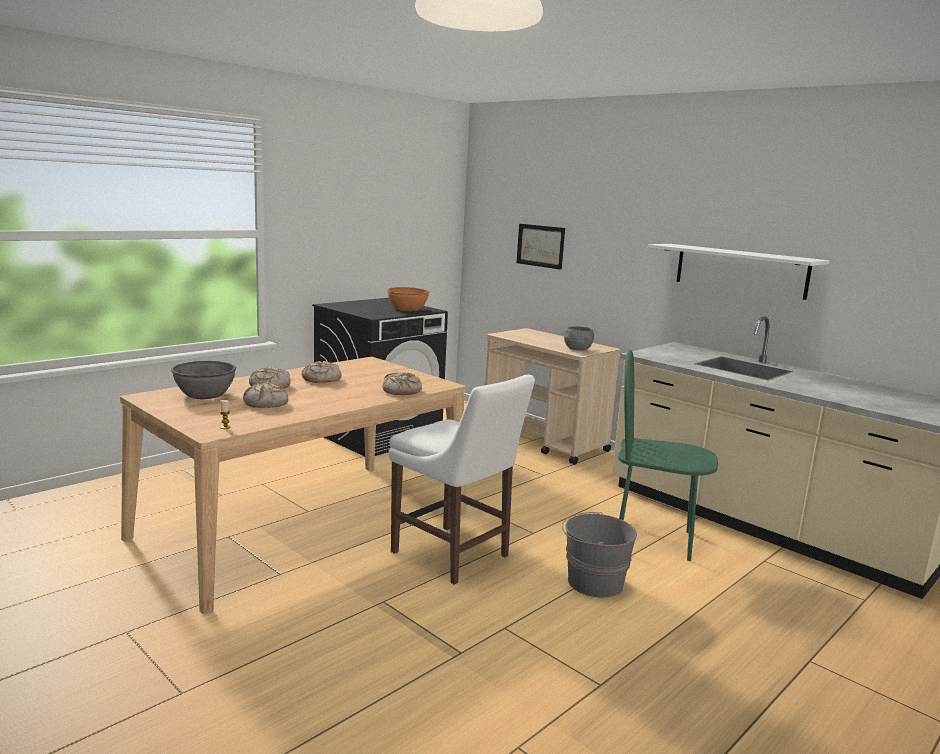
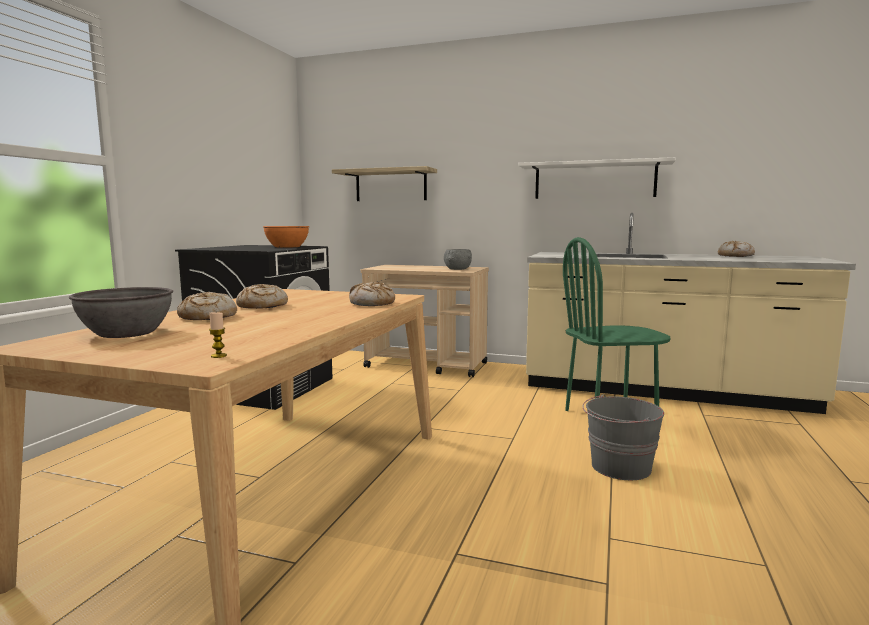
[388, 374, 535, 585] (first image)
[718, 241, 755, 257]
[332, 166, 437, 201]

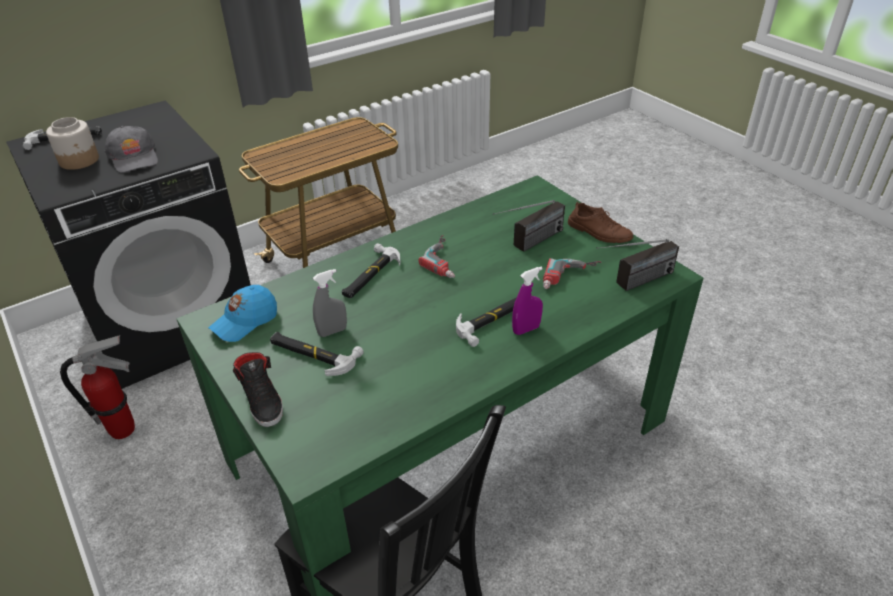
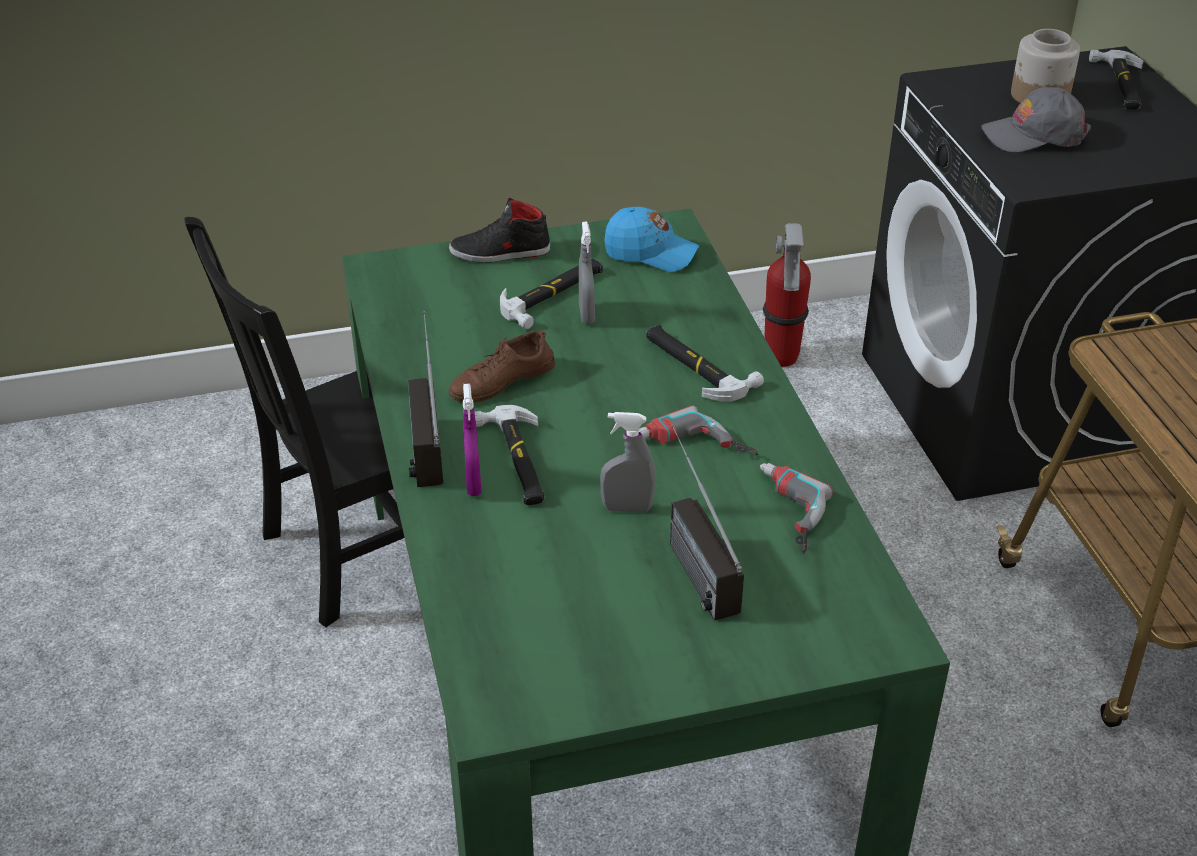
[600, 412, 655, 512]
[760, 463, 833, 554]
[449, 329, 555, 403]
[408, 311, 443, 487]
[604, 207, 700, 272]

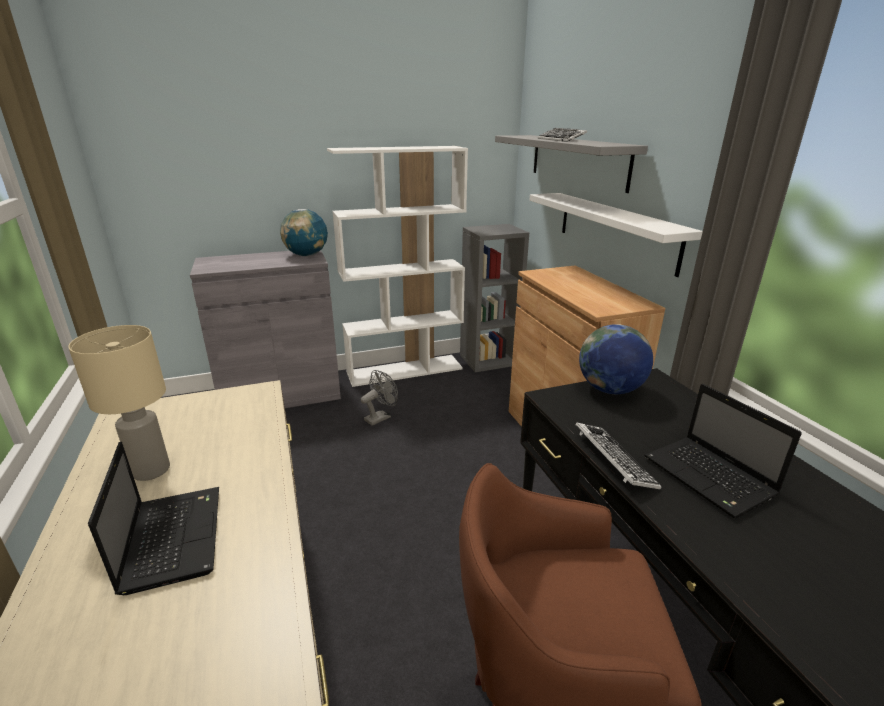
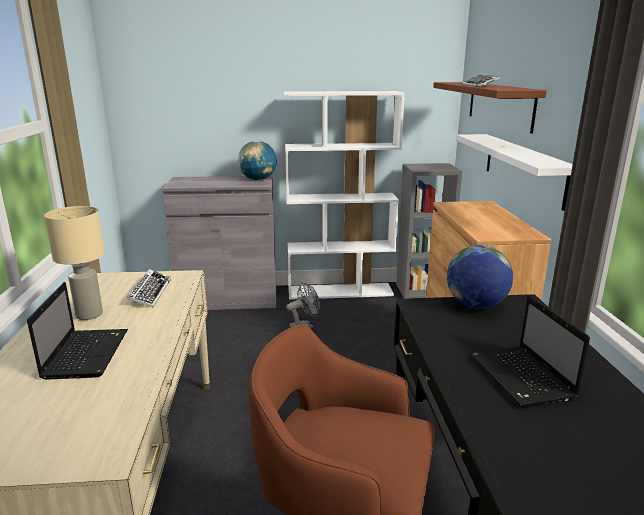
[127, 269, 171, 307]
[433, 82, 547, 133]

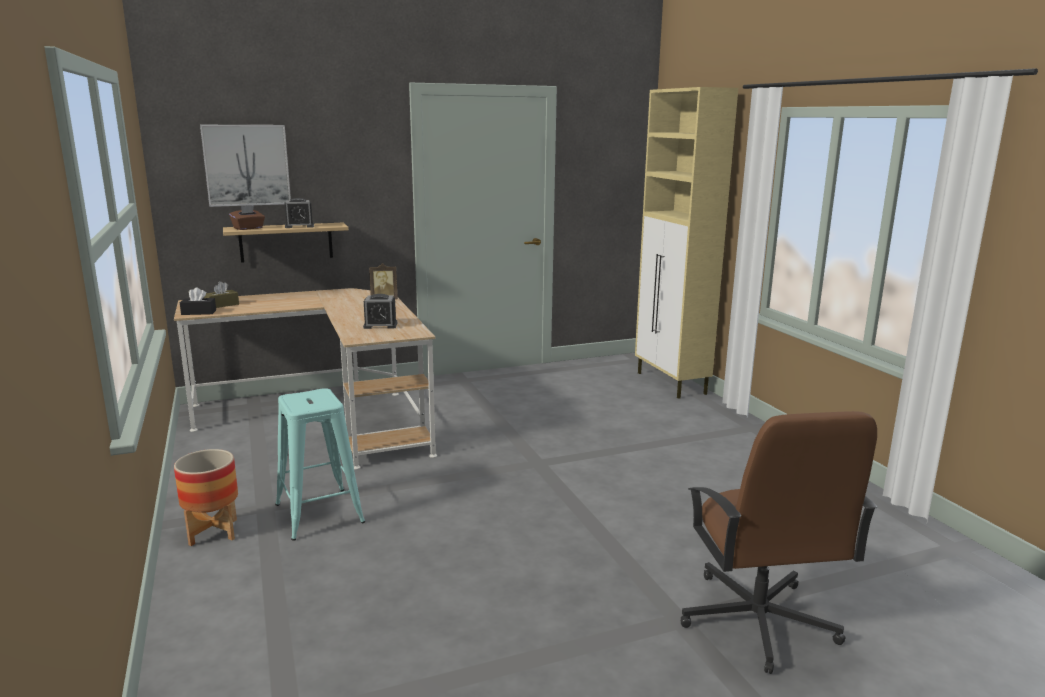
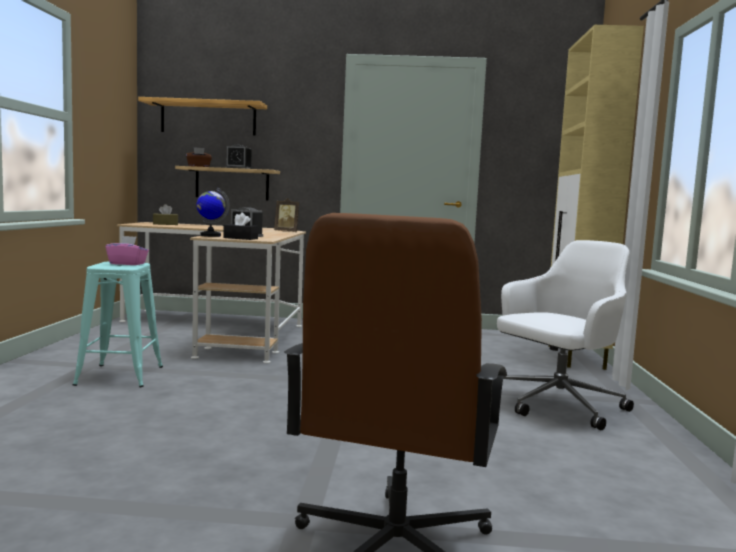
[174, 449, 238, 546] (first image)
[106, 236, 149, 265]
[196, 188, 230, 237]
[497, 240, 634, 430]
[223, 212, 258, 240]
[138, 97, 267, 136]

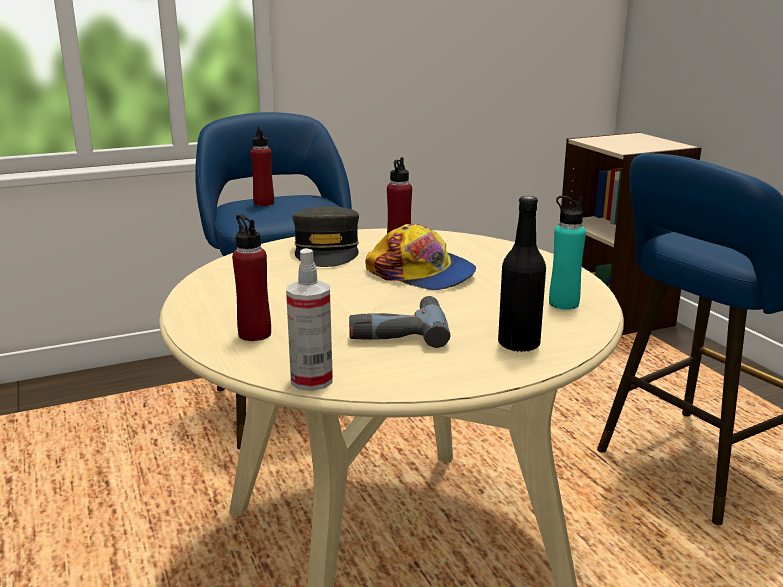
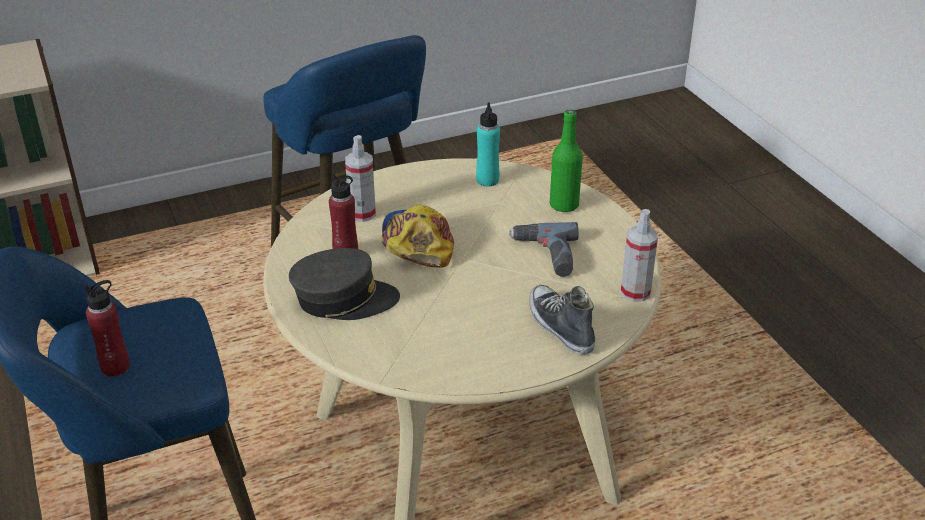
[345, 135, 376, 222]
[529, 285, 595, 355]
[550, 109, 583, 212]
[382, 205, 454, 268]

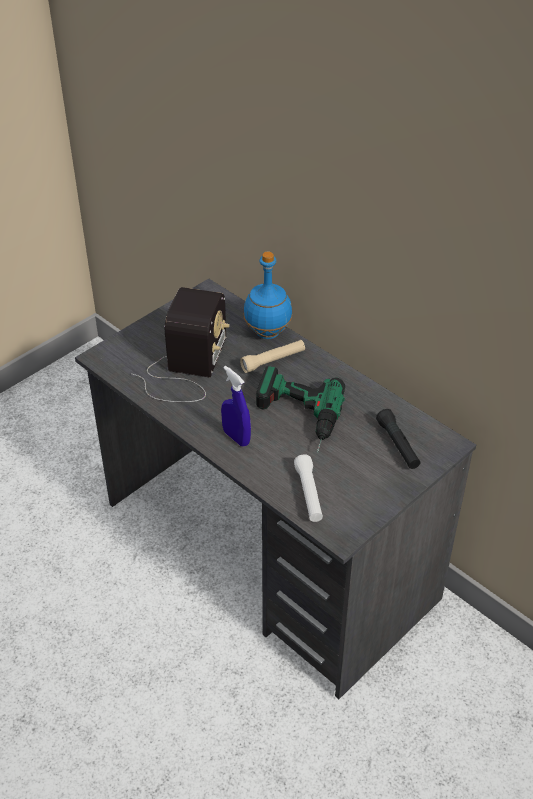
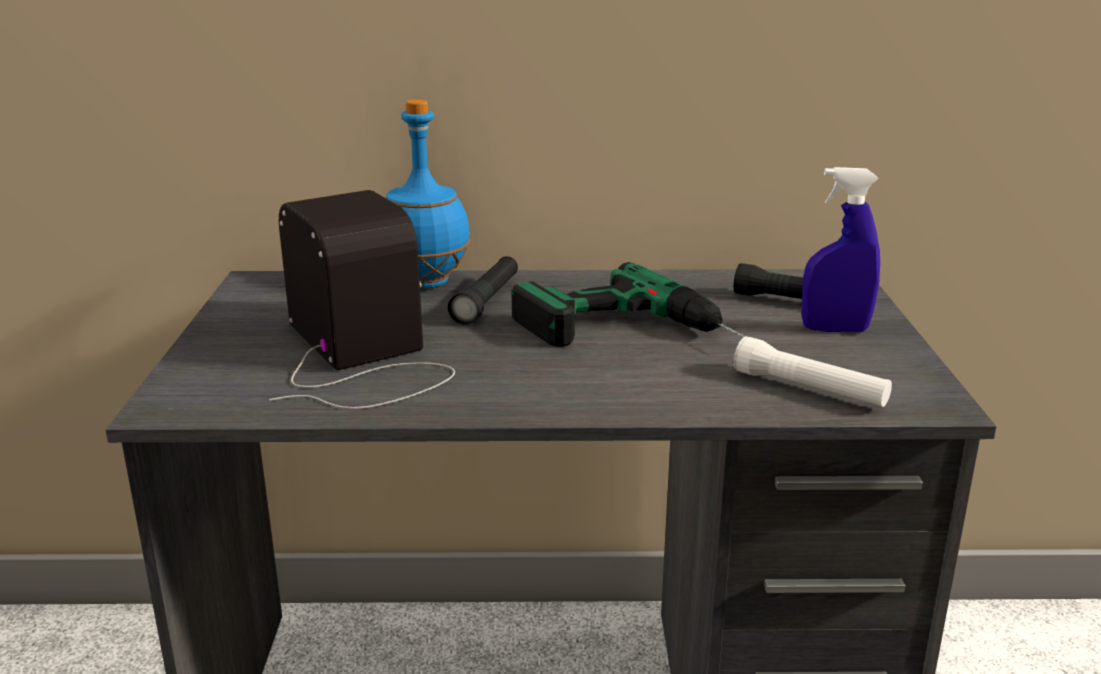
[801, 167, 880, 332]
[448, 256, 518, 325]

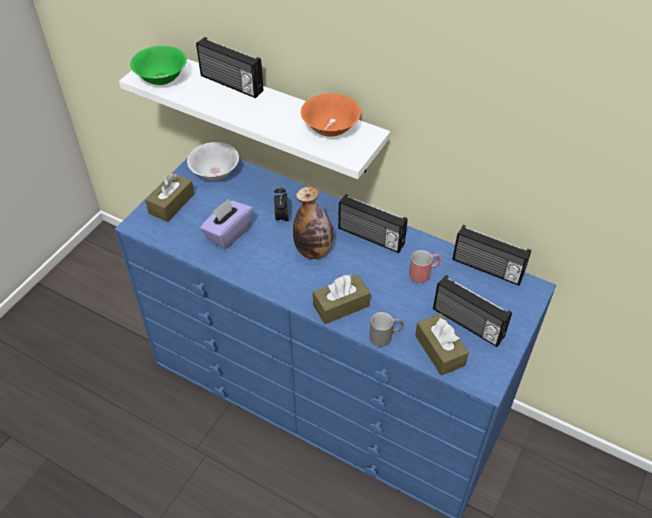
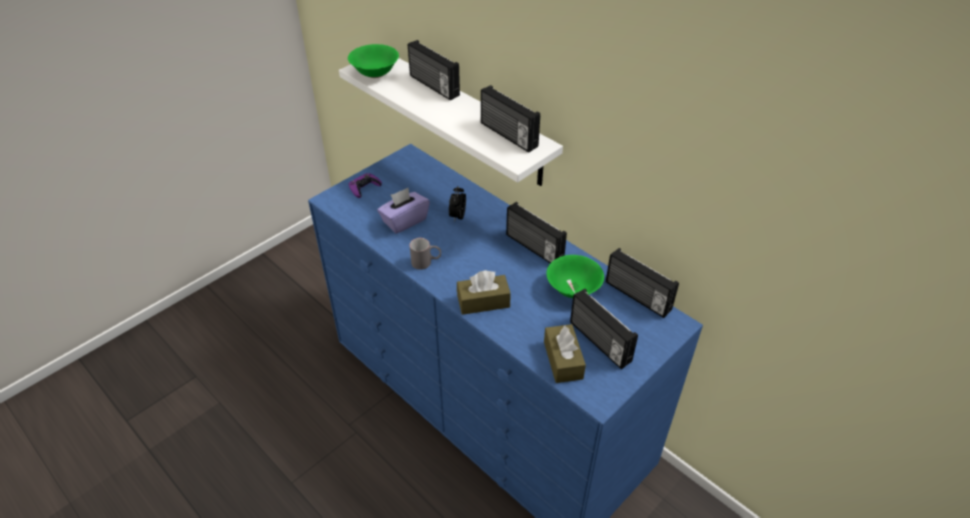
[187, 142, 239, 180] (first image)
[293, 186, 333, 259] (first image)
[410, 238, 441, 270]
[348, 173, 382, 198]
[481, 85, 540, 153]
[546, 255, 604, 298]

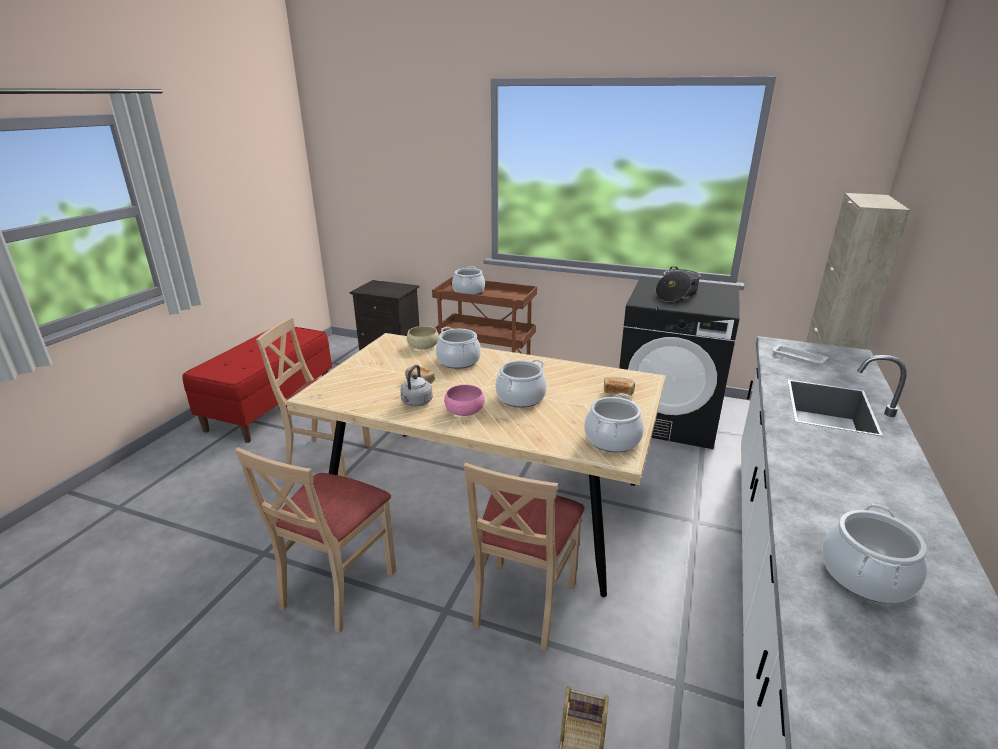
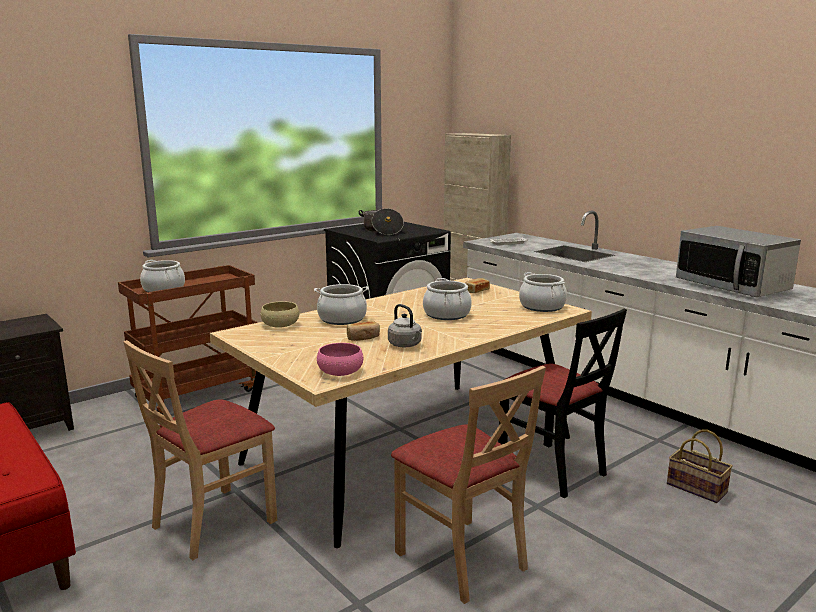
[317, 343, 363, 376]
[676, 226, 801, 297]
[498, 308, 627, 498]

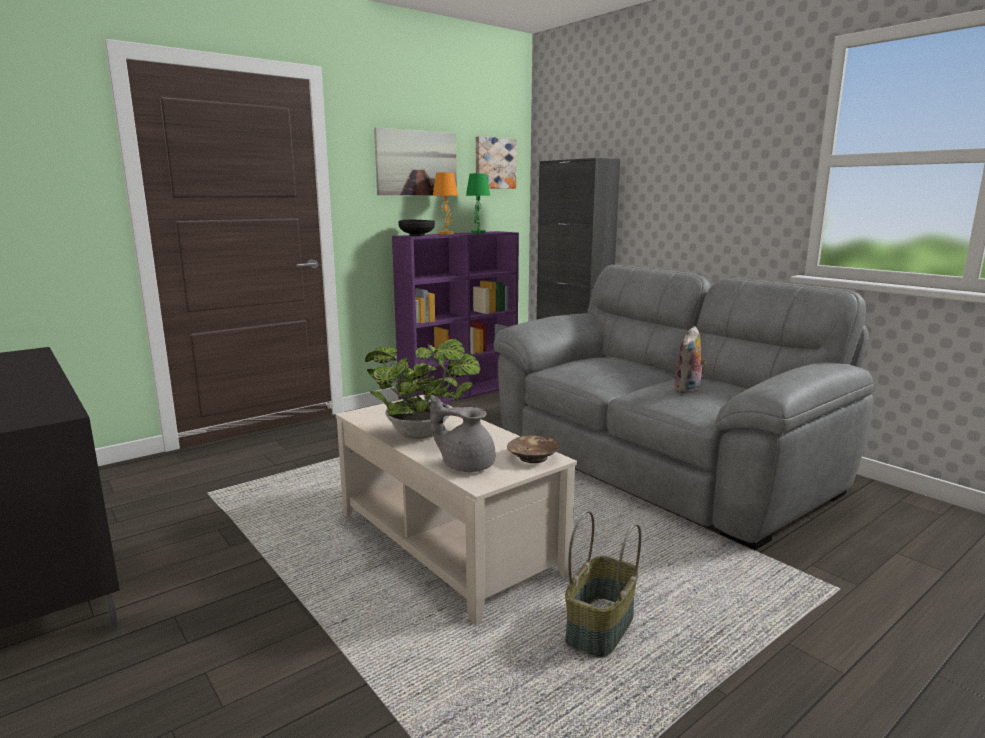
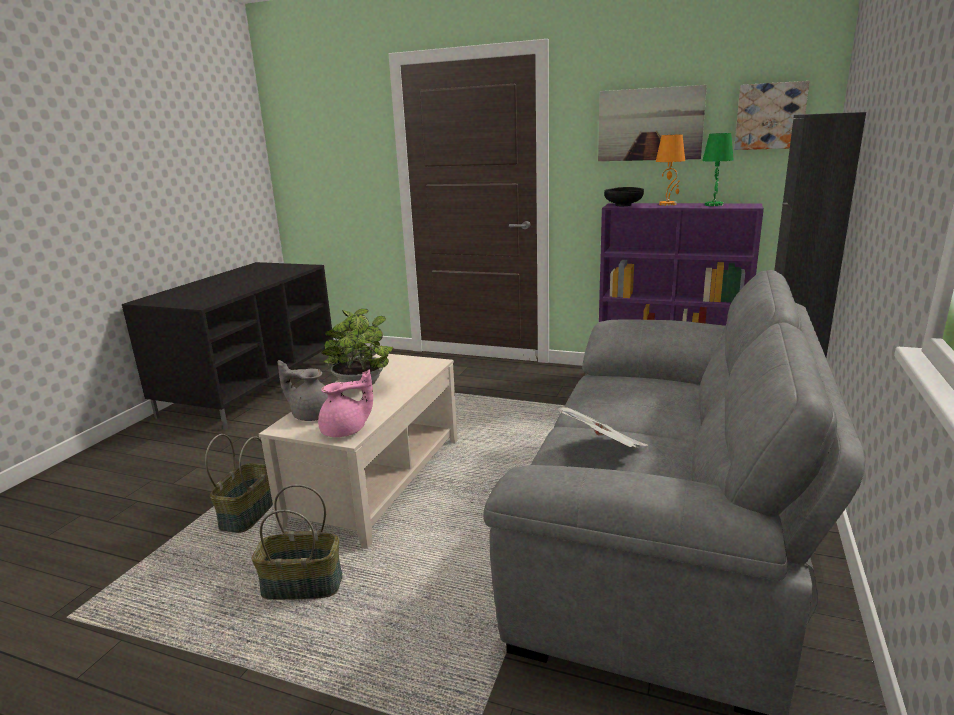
[205, 434, 273, 533]
[318, 369, 373, 437]
[559, 407, 648, 448]
[277, 360, 328, 421]

